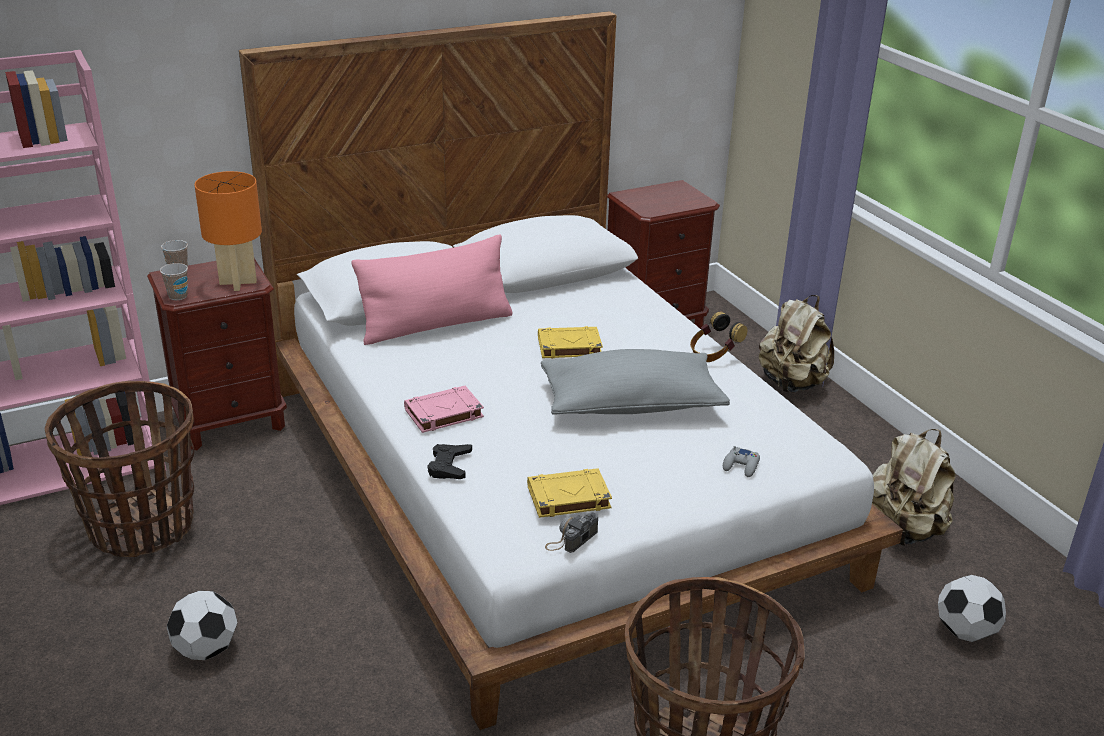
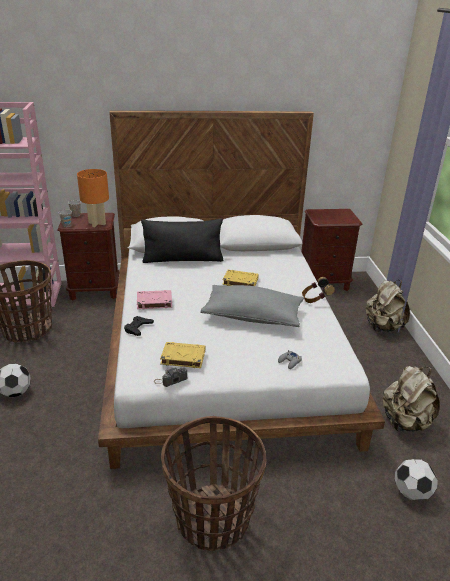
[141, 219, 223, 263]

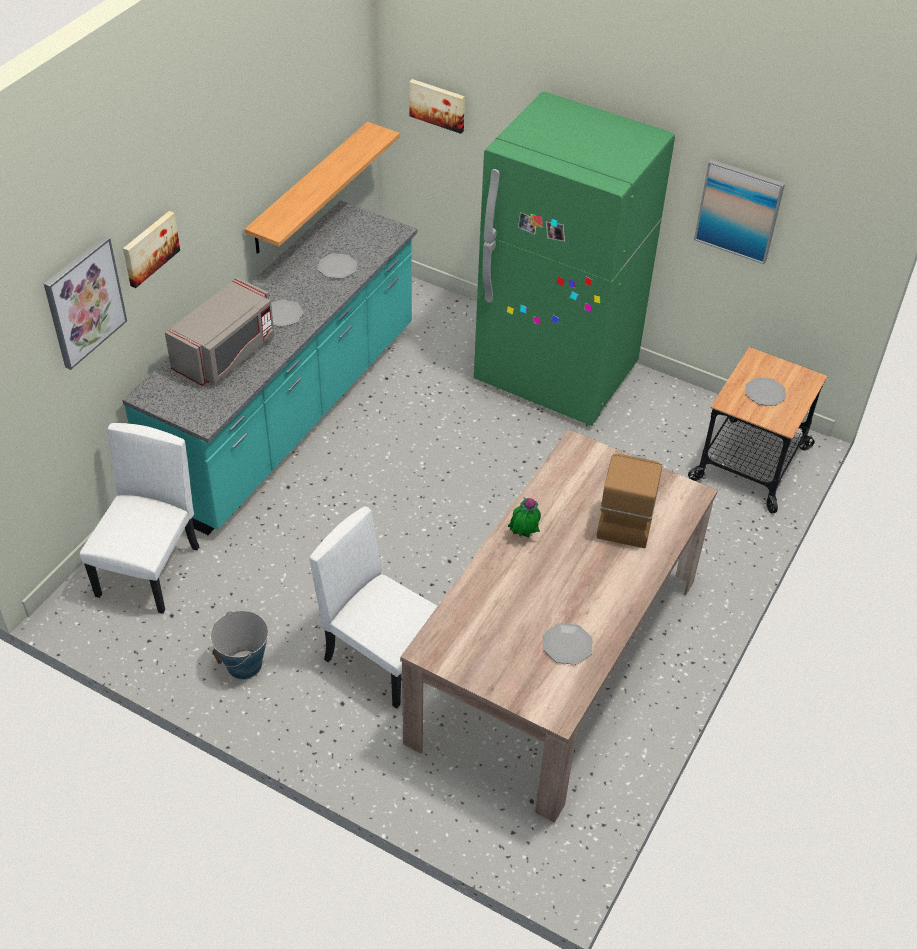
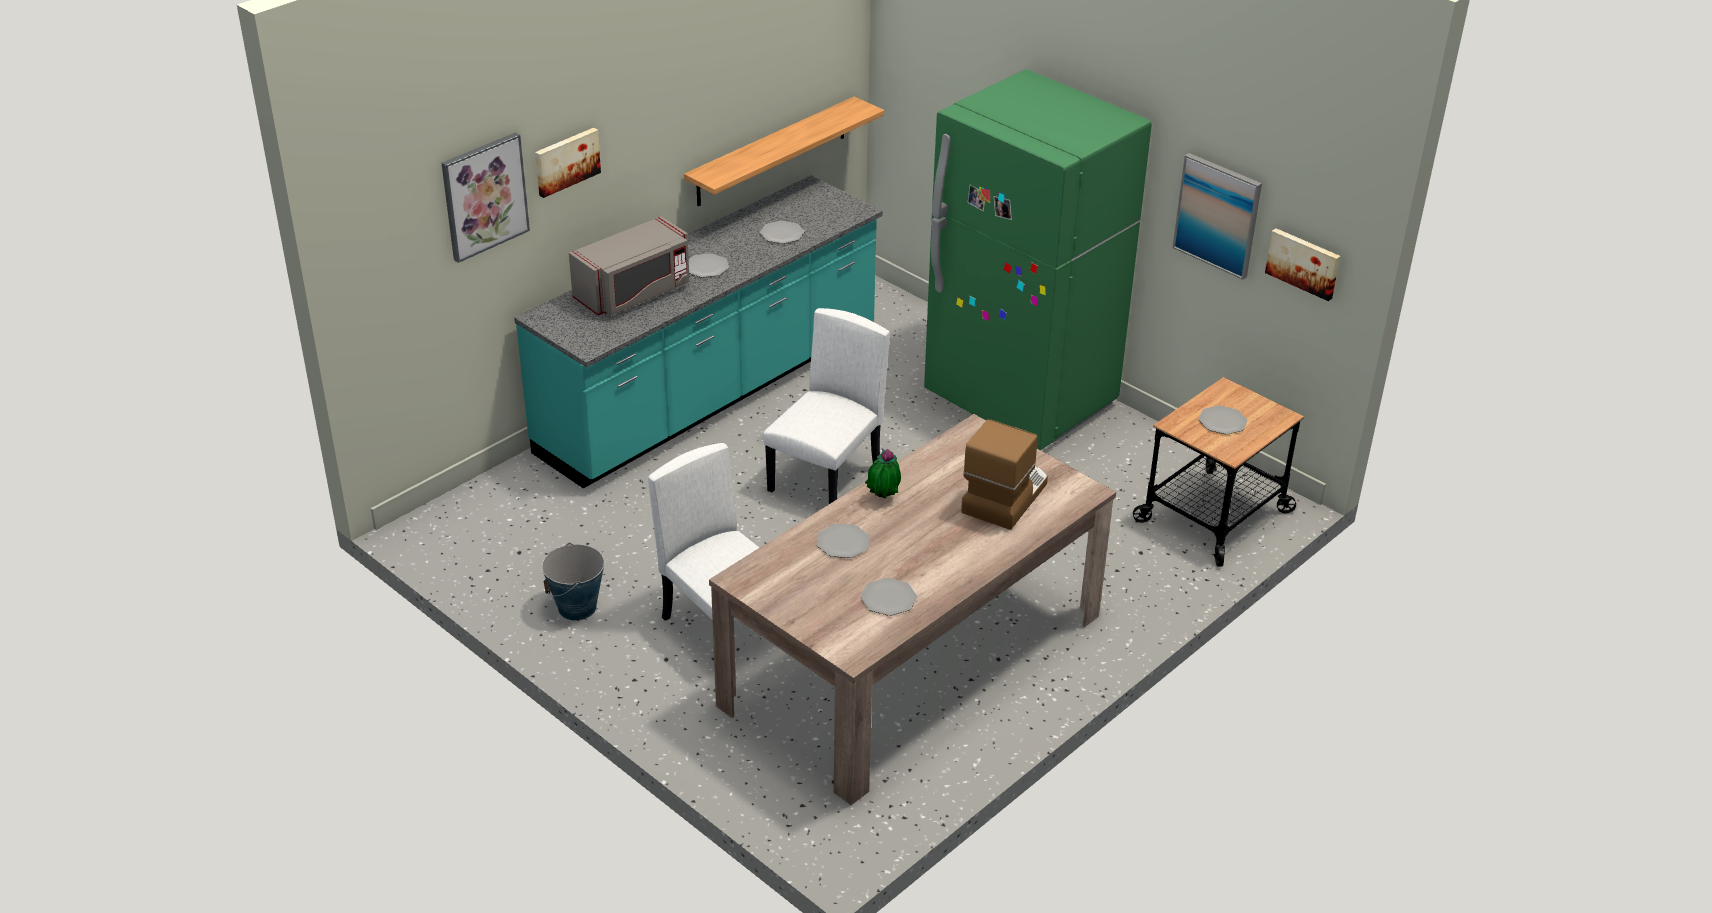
[817, 524, 870, 558]
[763, 308, 890, 504]
[1265, 228, 1340, 301]

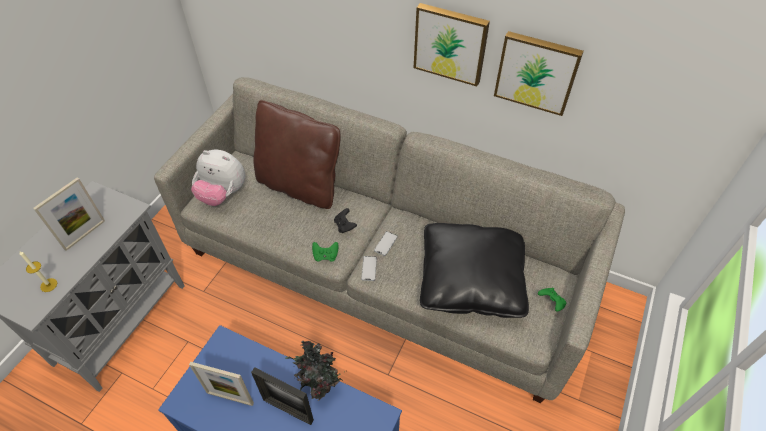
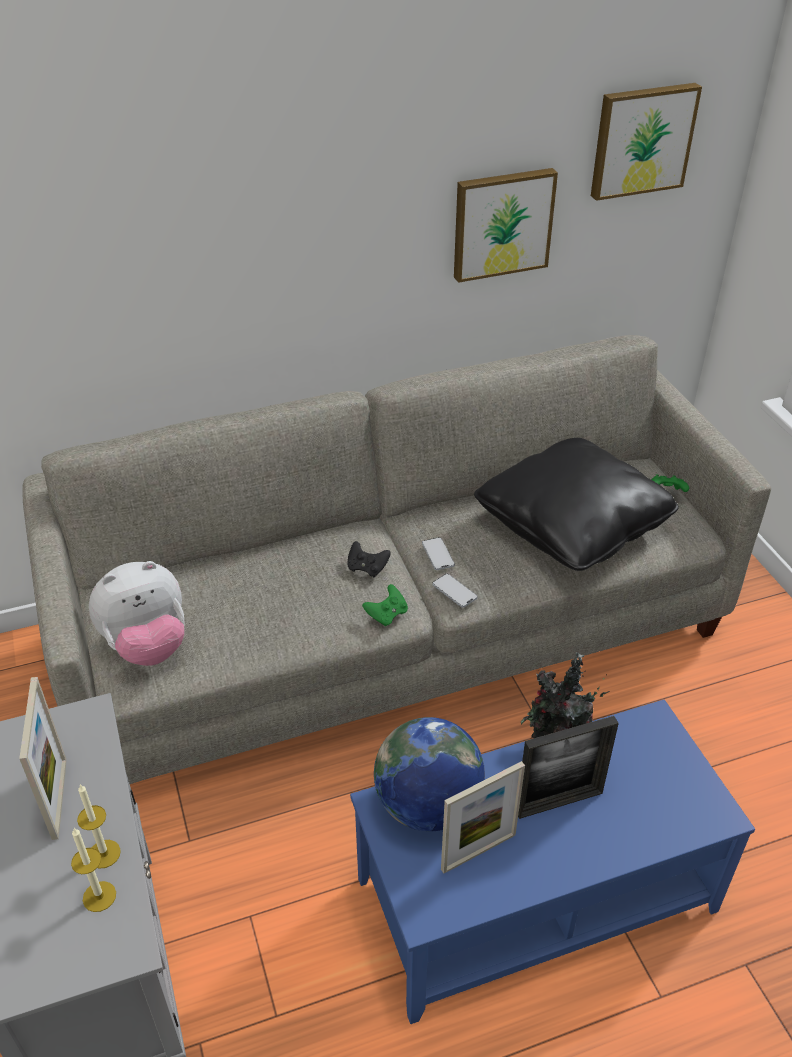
[253, 100, 341, 209] (first image)
[77, 784, 121, 868]
[374, 717, 485, 832]
[591, 83, 702, 201]

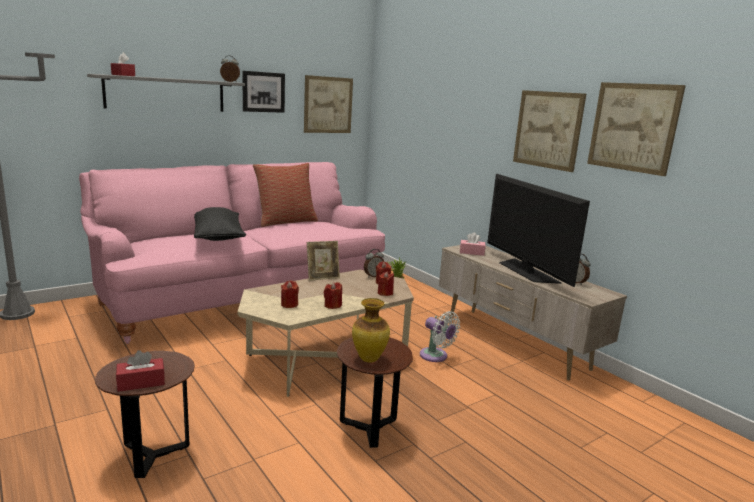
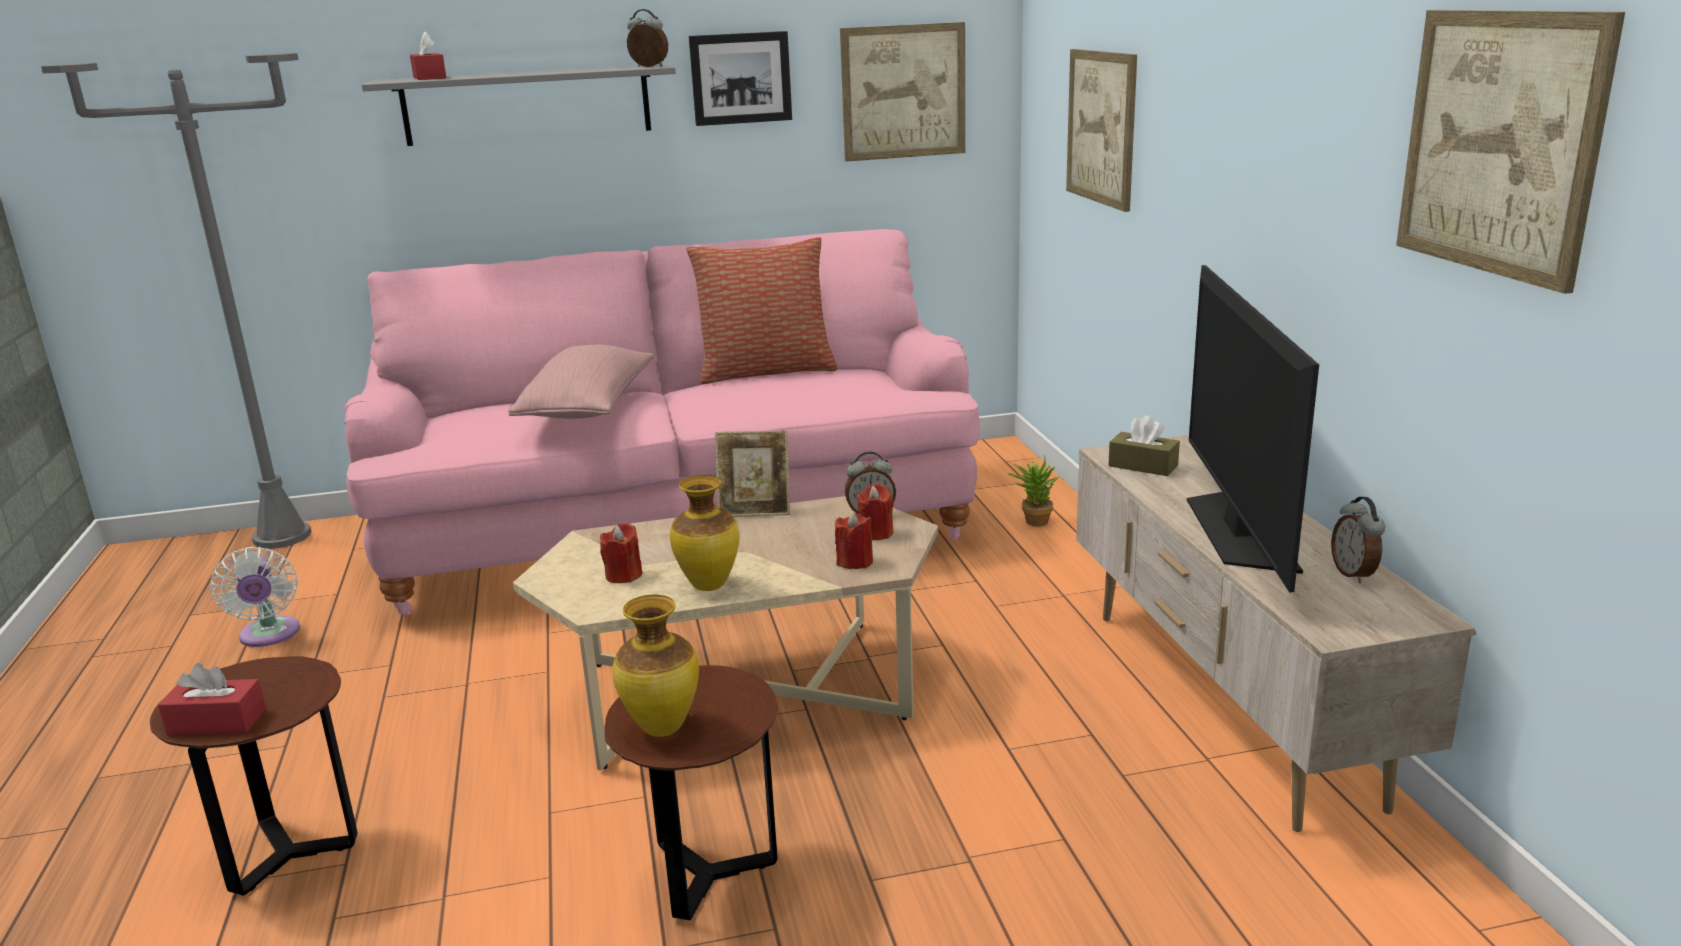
[210, 547, 300, 647]
[1066, 49, 1137, 212]
[670, 475, 739, 591]
[508, 345, 654, 419]
[1108, 416, 1180, 476]

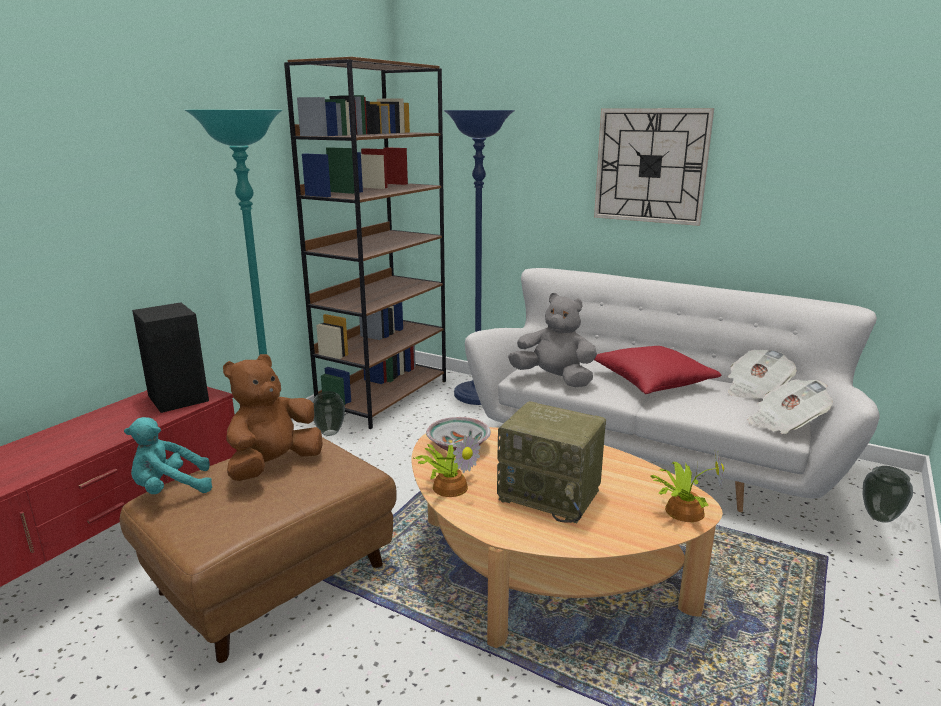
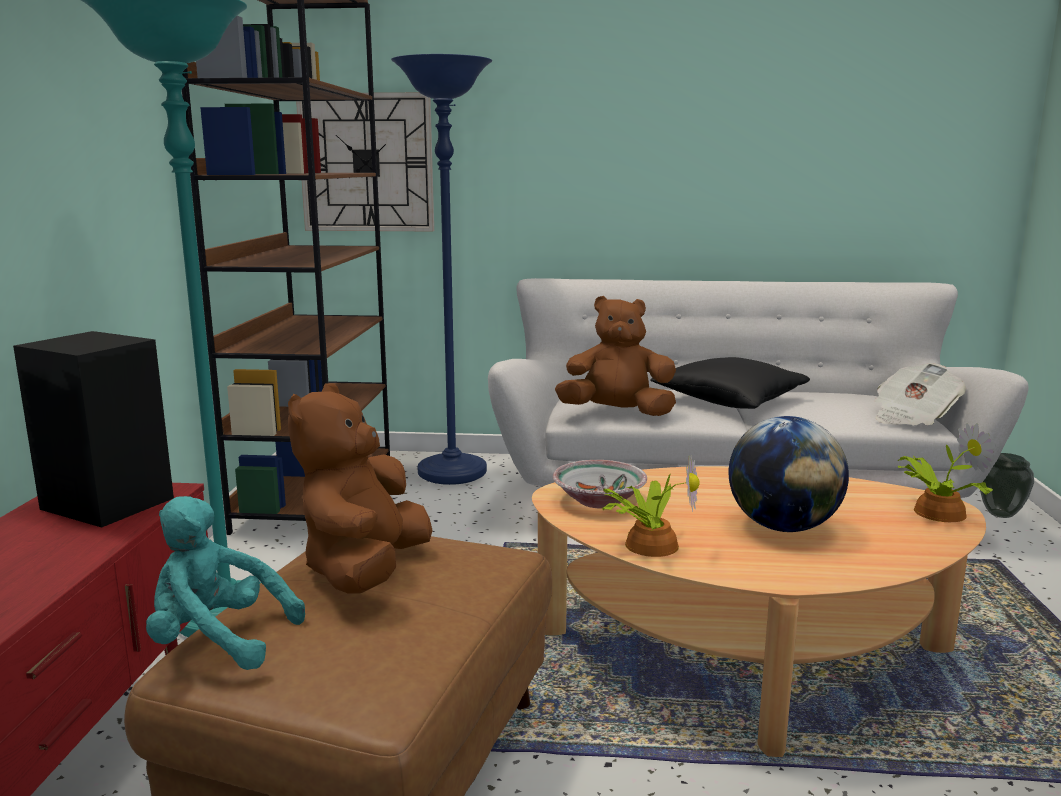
[313, 391, 345, 436] (first image)
[728, 350, 797, 399] (first image)
[296, 92, 434, 231]
[729, 416, 849, 532]
[555, 296, 676, 416]
[650, 357, 810, 409]
[146, 496, 305, 670]

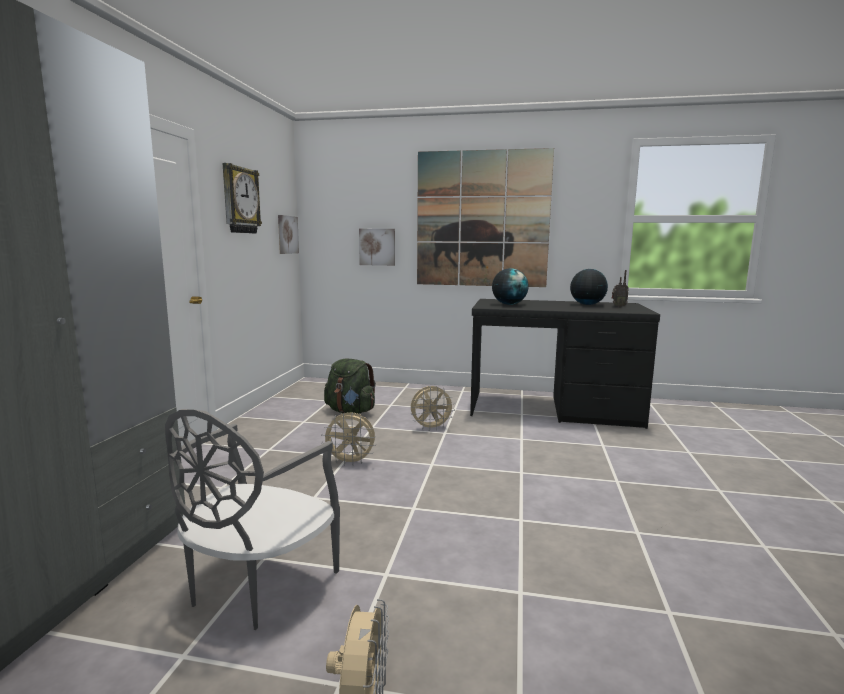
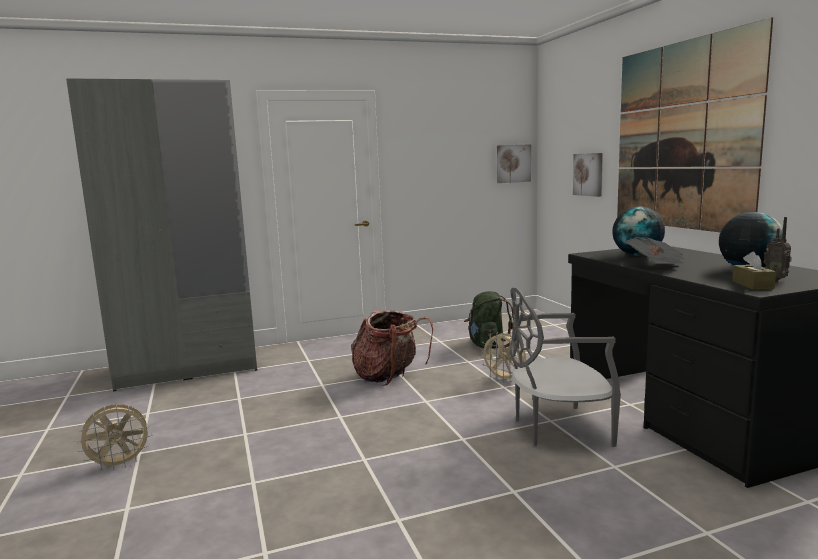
[222, 163, 262, 233] (first image)
[625, 237, 684, 263]
[732, 251, 776, 290]
[510, 287, 621, 447]
[351, 310, 433, 386]

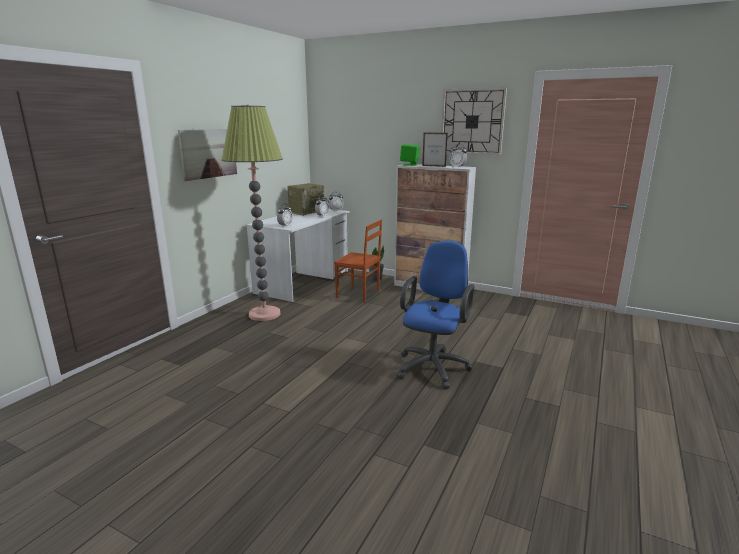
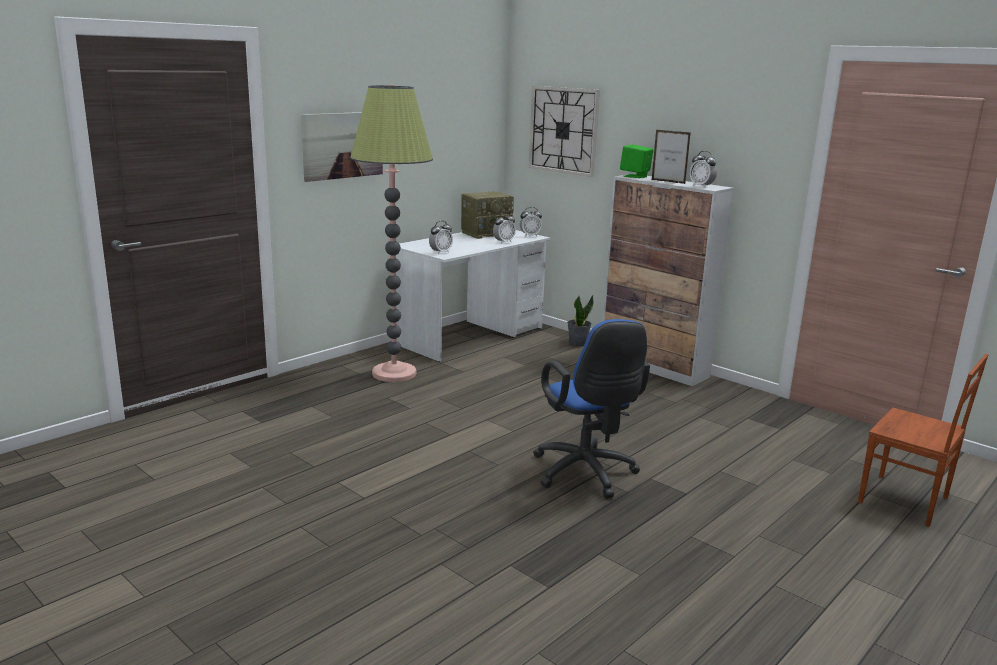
[858, 354, 989, 527]
[529, 86, 600, 177]
[533, 319, 650, 499]

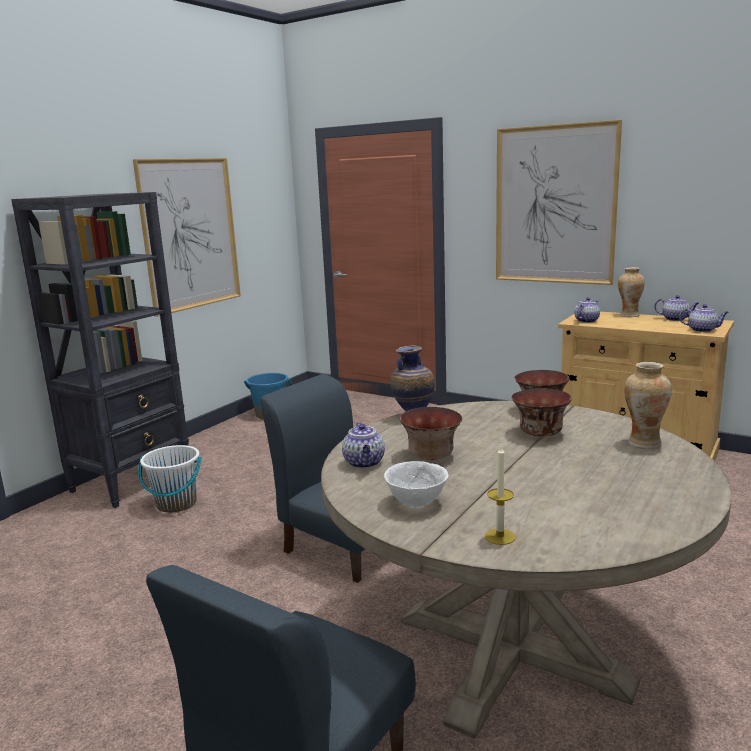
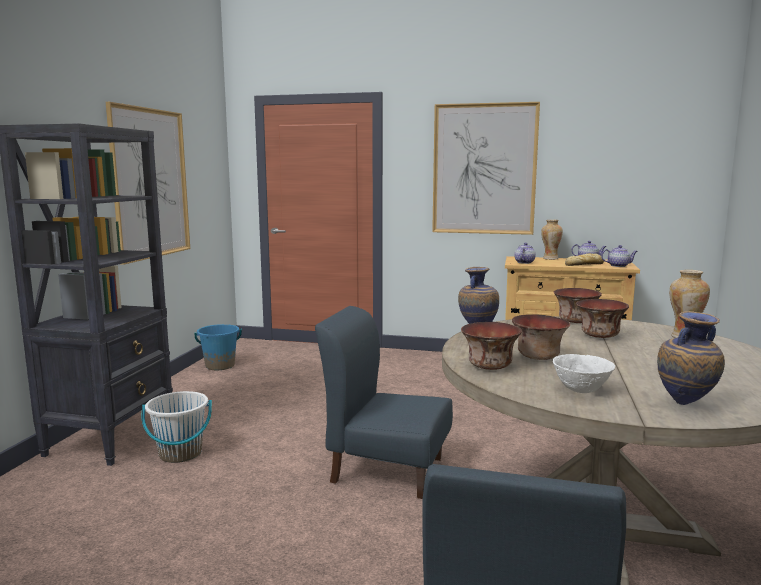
[565, 253, 604, 266]
[461, 322, 522, 370]
[657, 311, 725, 405]

